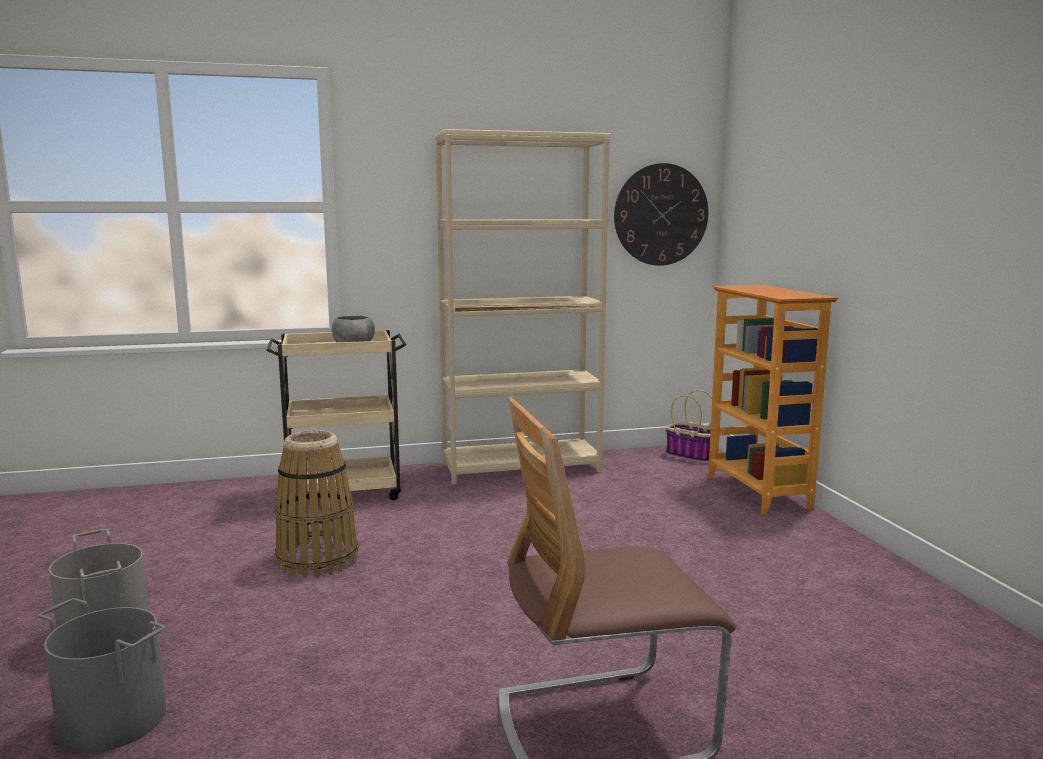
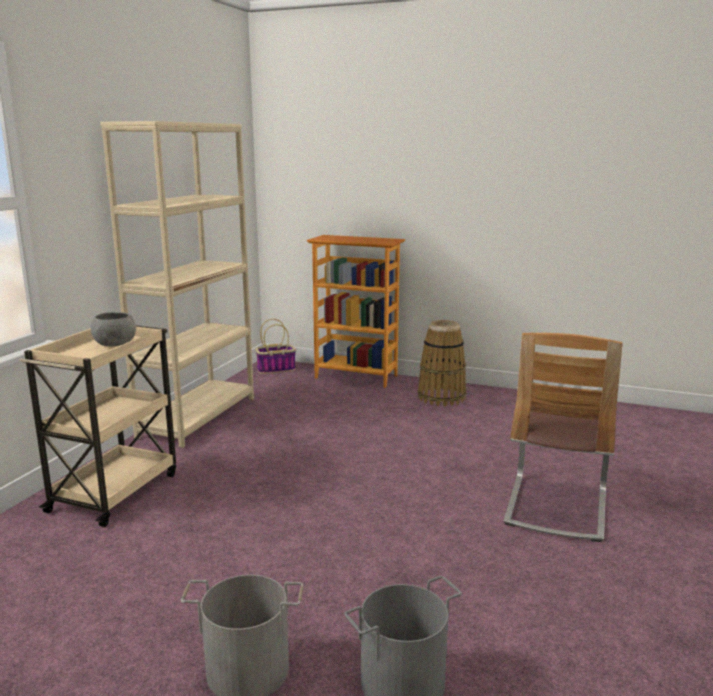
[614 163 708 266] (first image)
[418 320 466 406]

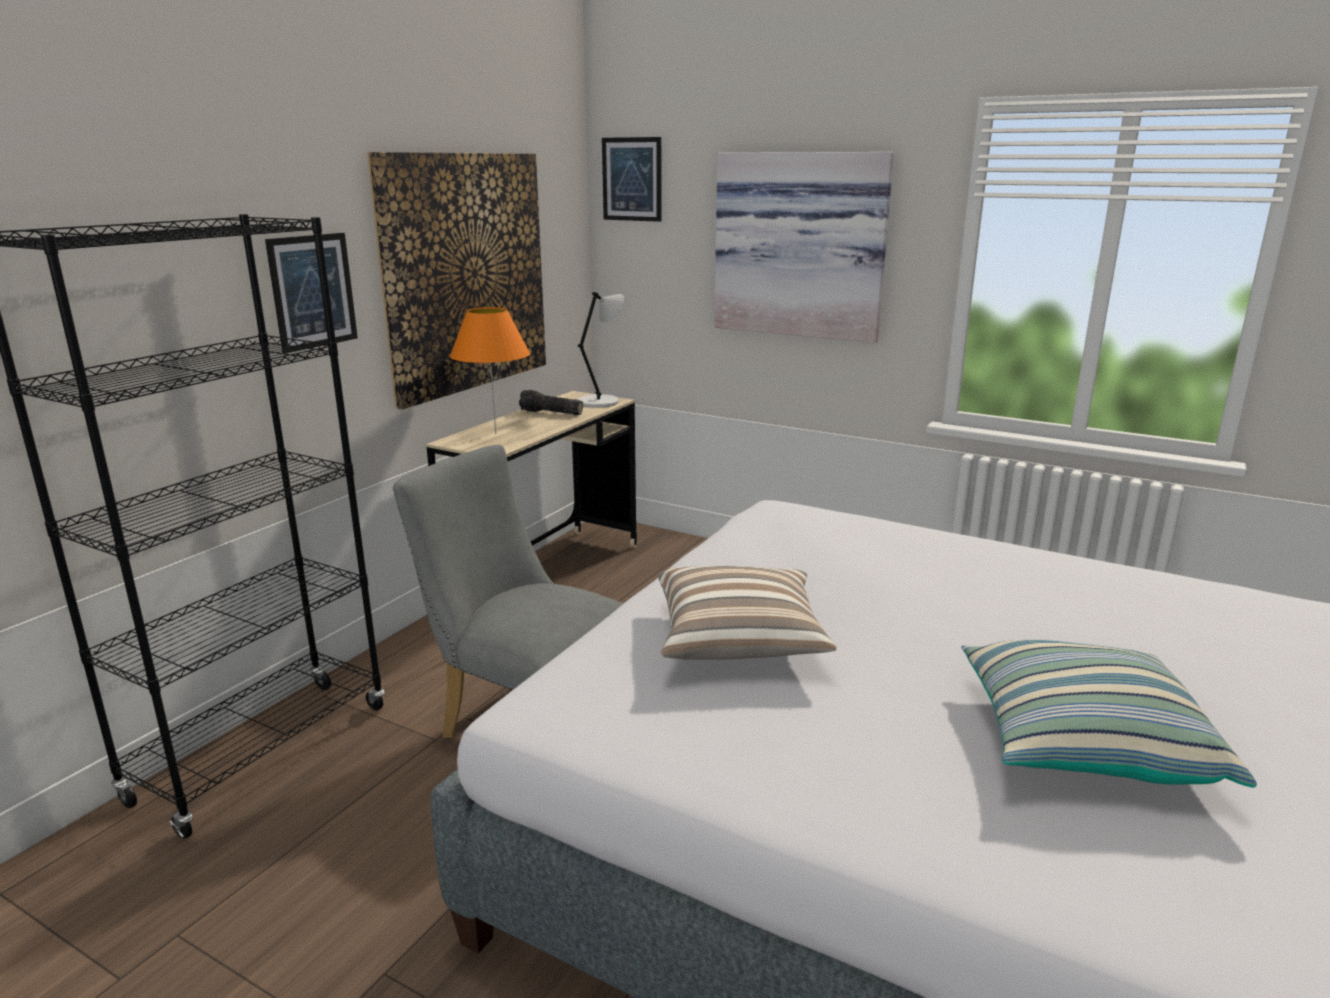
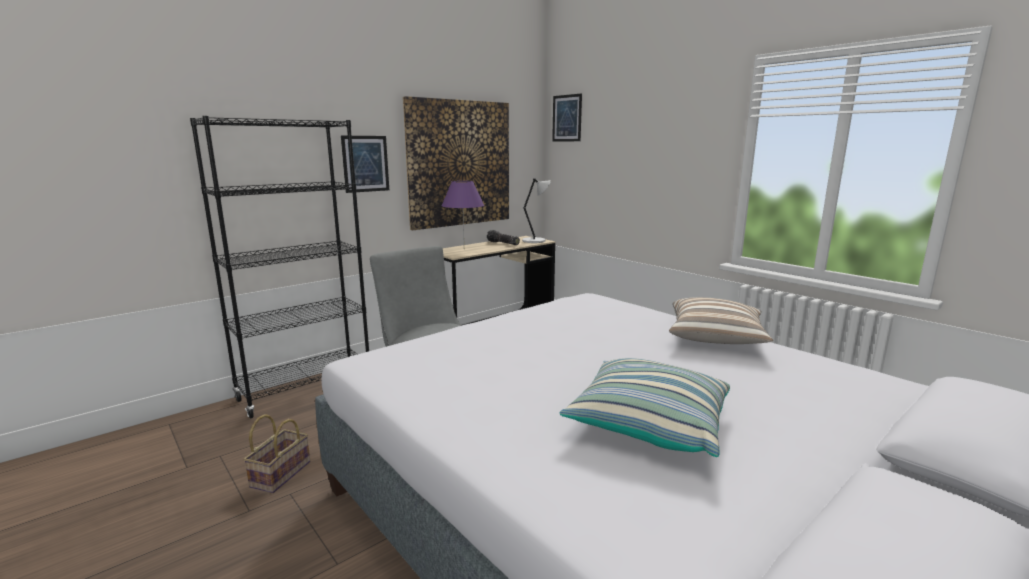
[714 152 894 343] (first image)
[243 414 310 493]
[669 297 773 344]
[442 181 484 235]

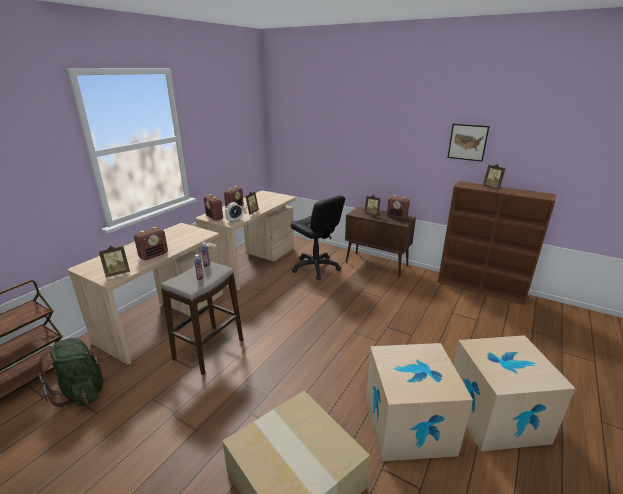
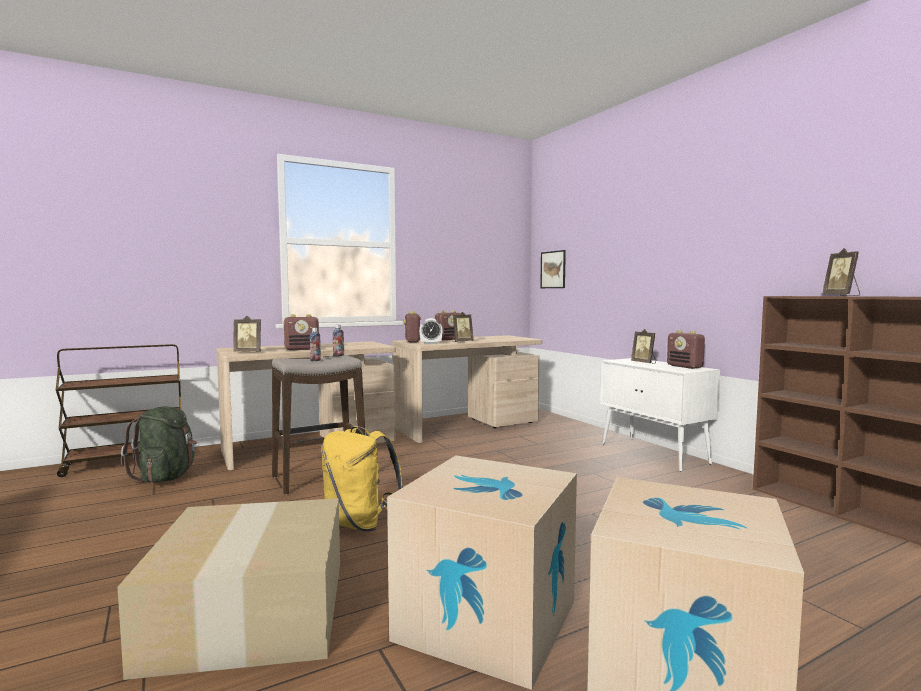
[291 195 345 280] (first image)
[321 426 404 532]
[540 250 566 288]
[600 358 720 472]

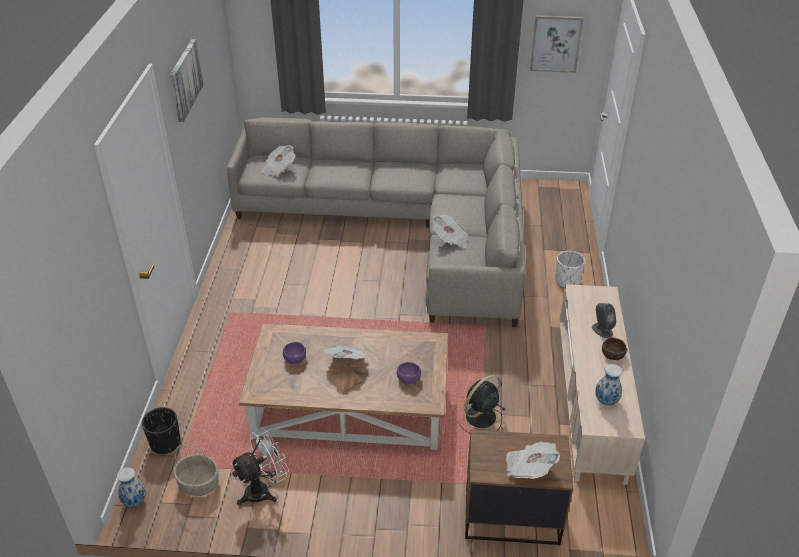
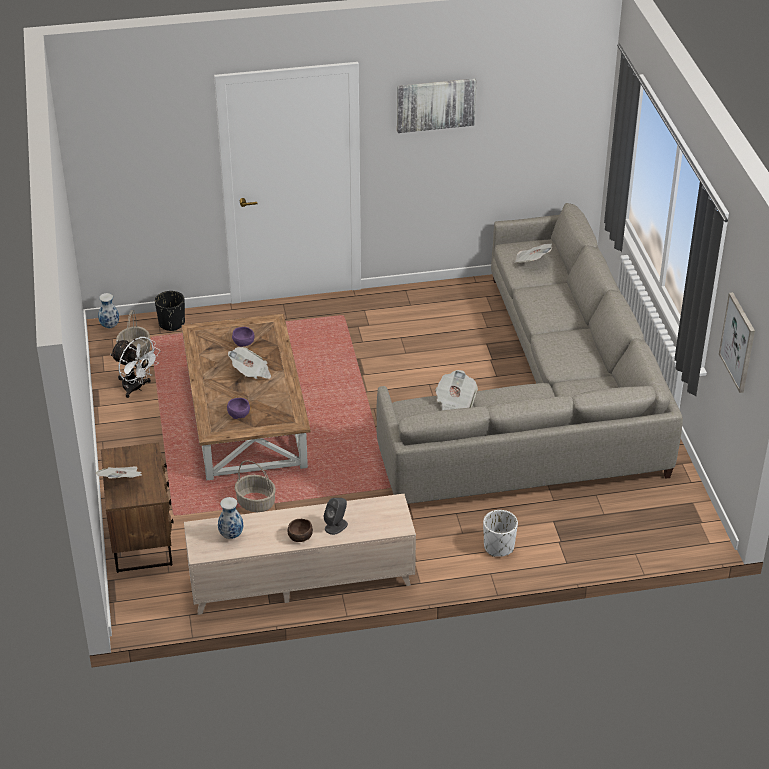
[235 460 276 512]

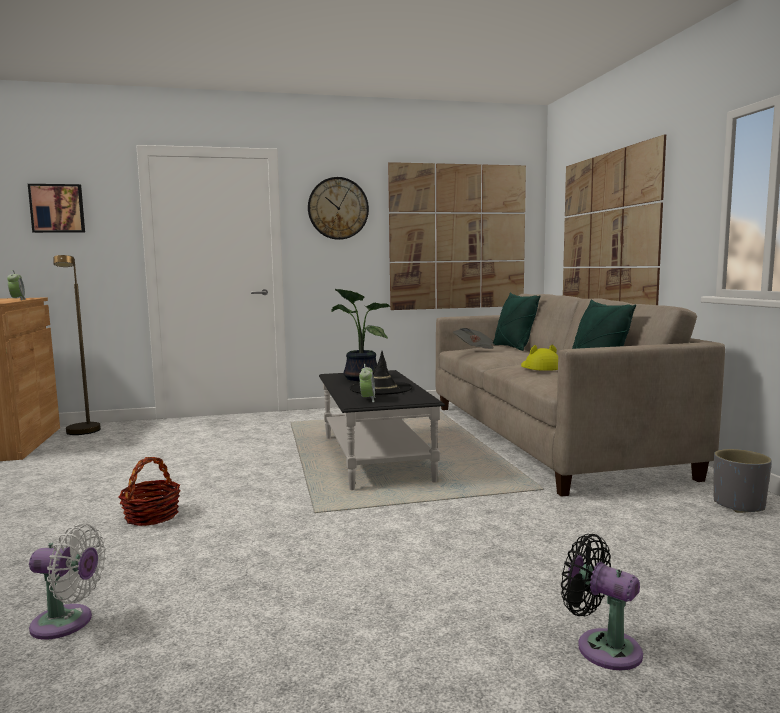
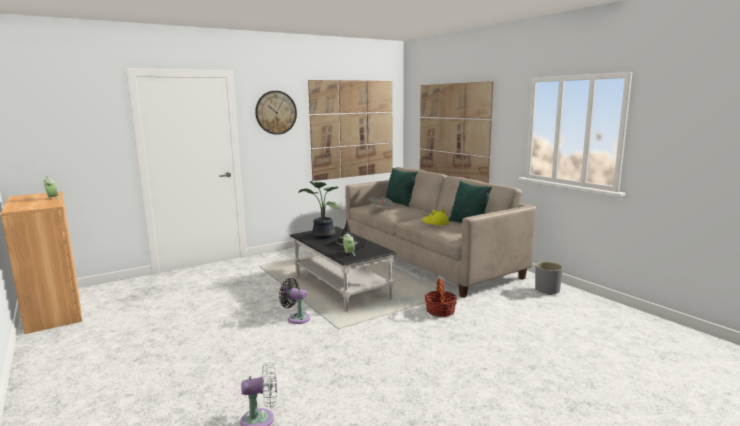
[28 184 85 233] (first image)
[53 255 101 435] (first image)
[425 278 458 317]
[279 278 310 324]

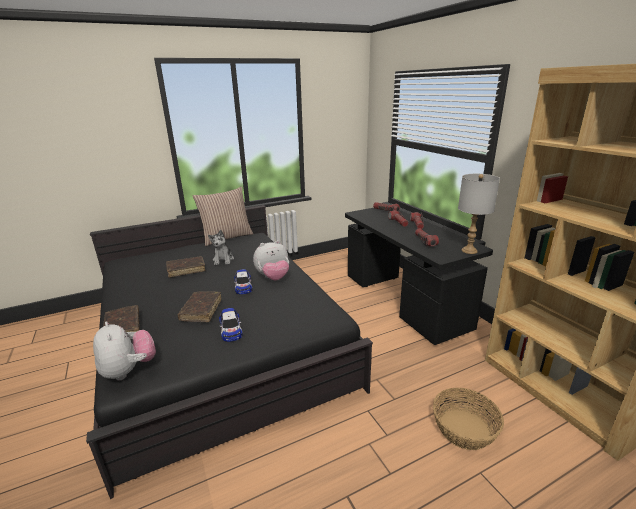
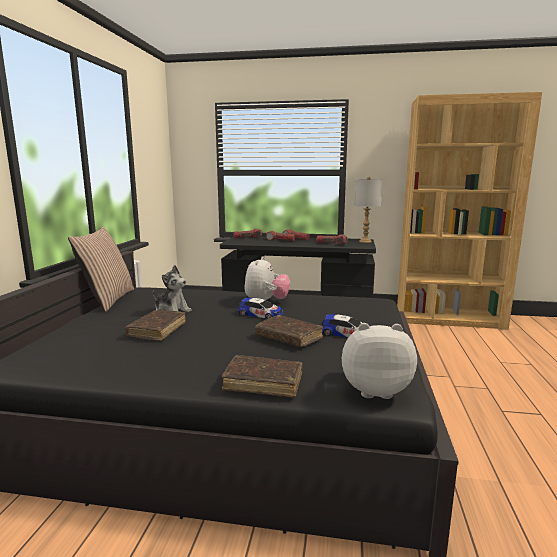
[433 388 504 450] (first image)

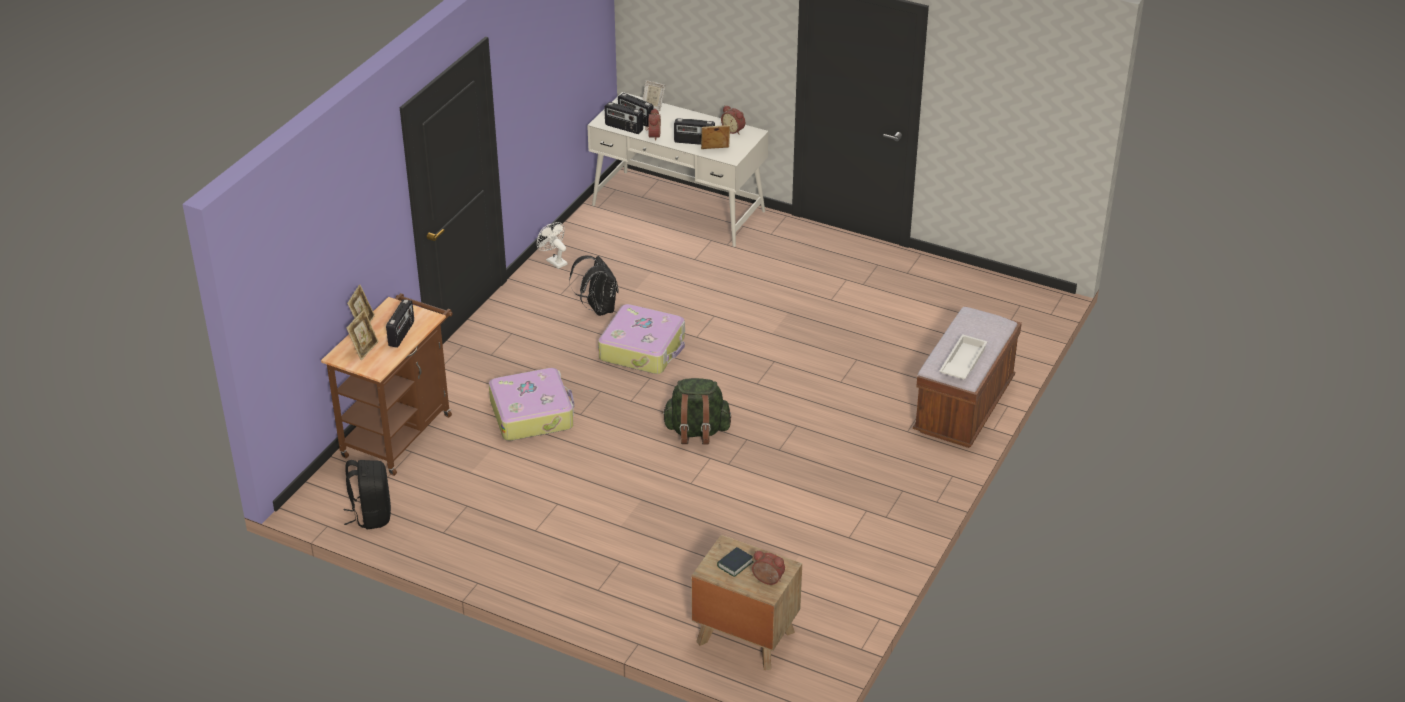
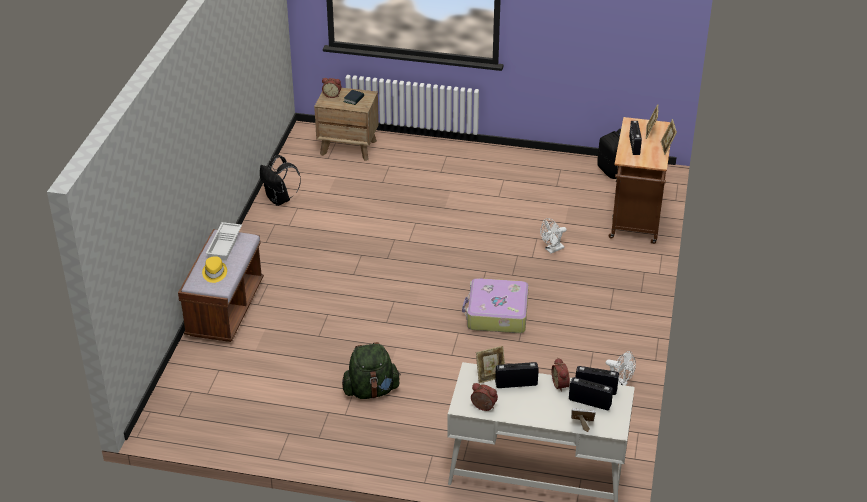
[202 256 227 283]
[260 155 301 206]
[342 342 401 399]
[540 218 567 254]

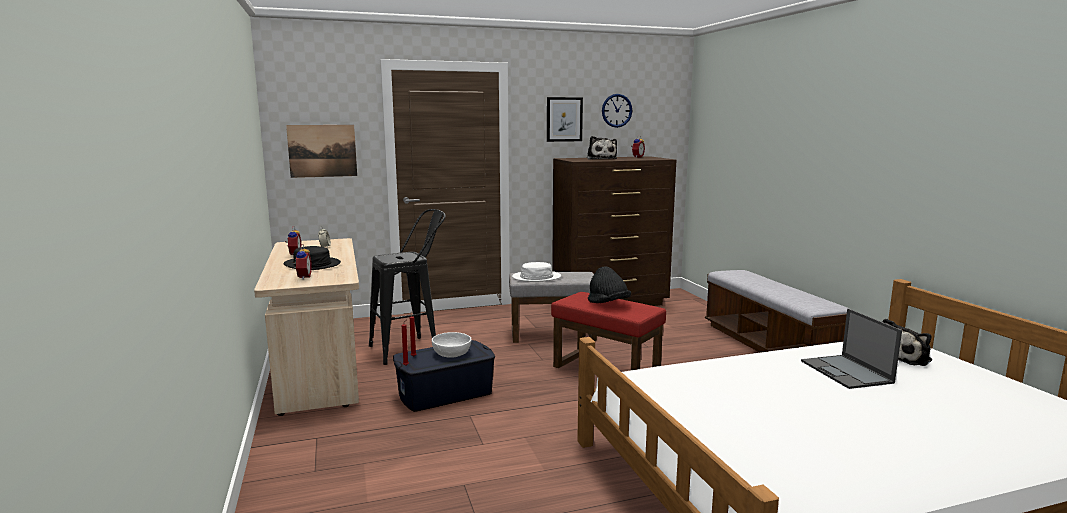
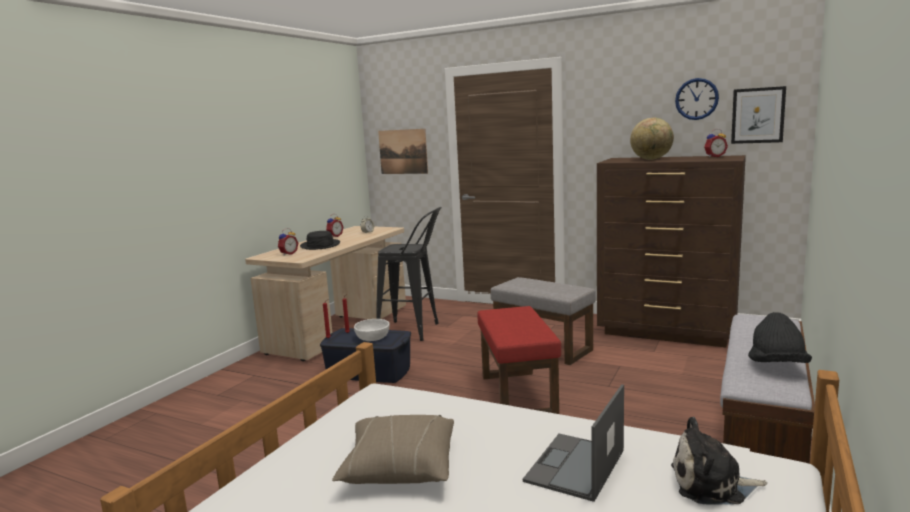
[512 262 561 282] (first image)
[332 415 454 484]
[731 86 786 144]
[748 312 812 363]
[630 117 674 160]

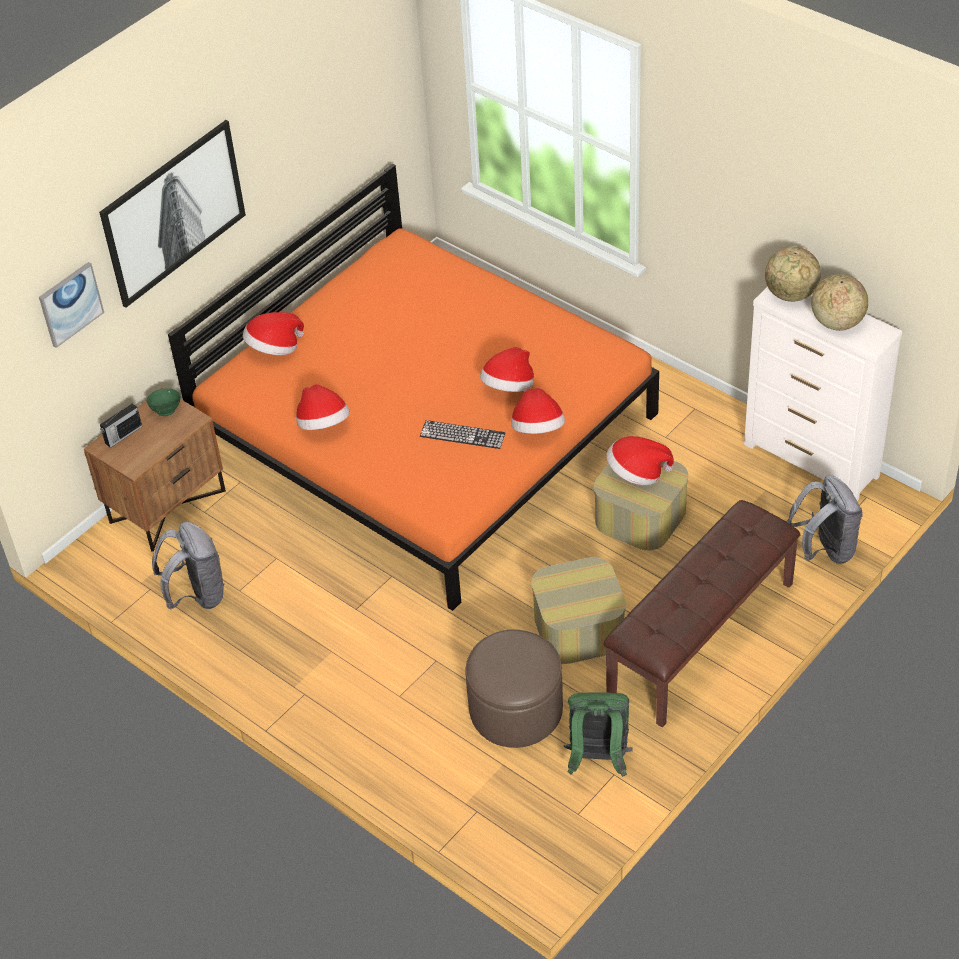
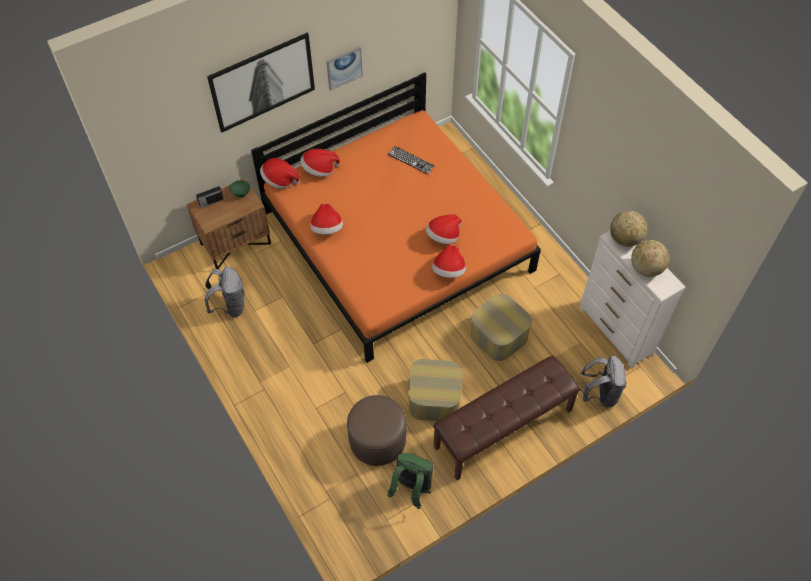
[327 47 363 91]
[388 146 435 174]
[260 158 300 189]

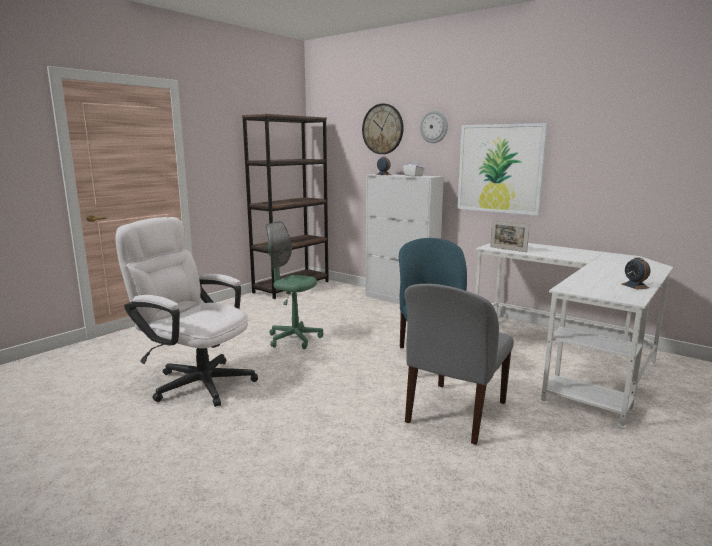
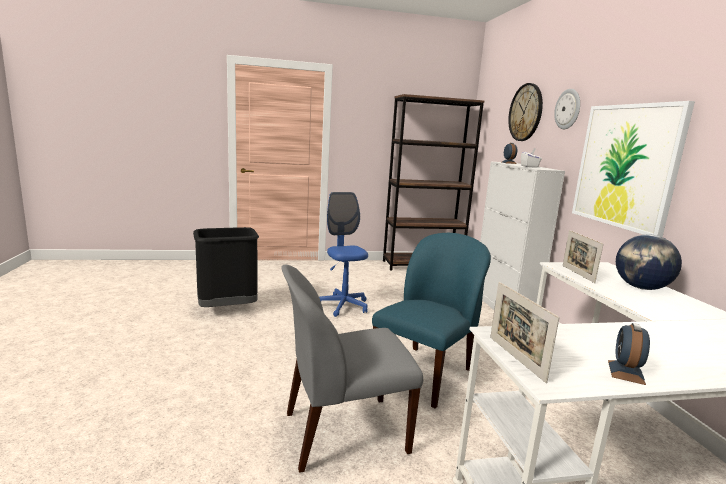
[490 282 560 383]
[616 234 682 290]
[193 227 259 307]
[319 192 368 317]

